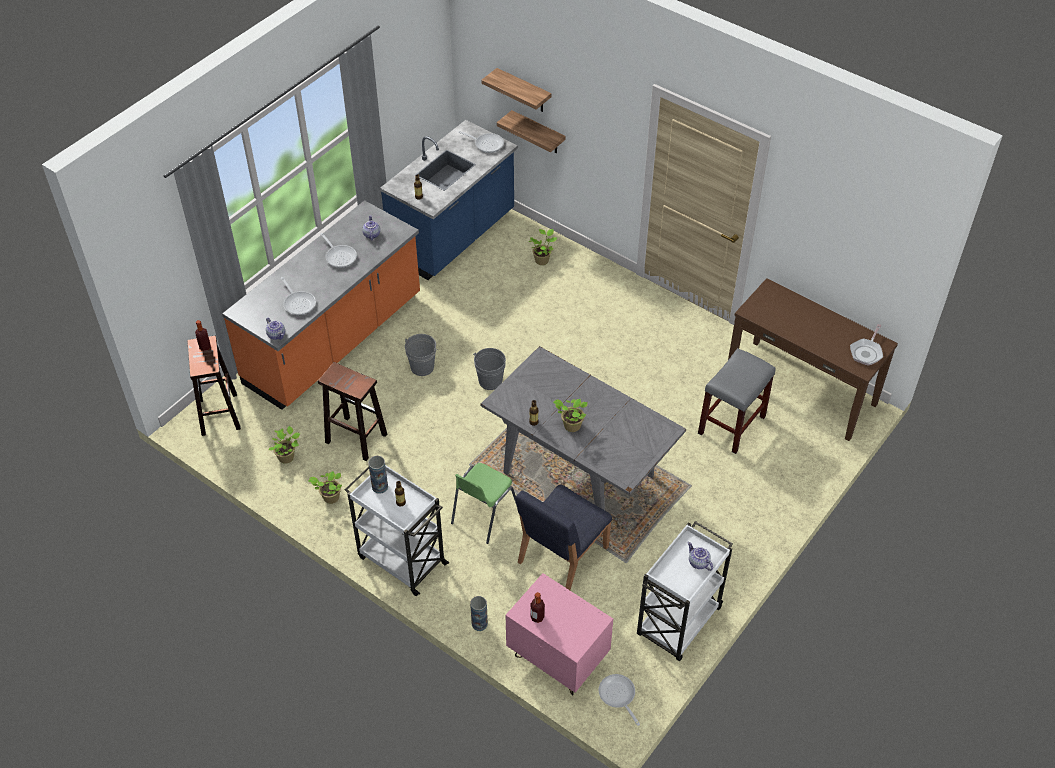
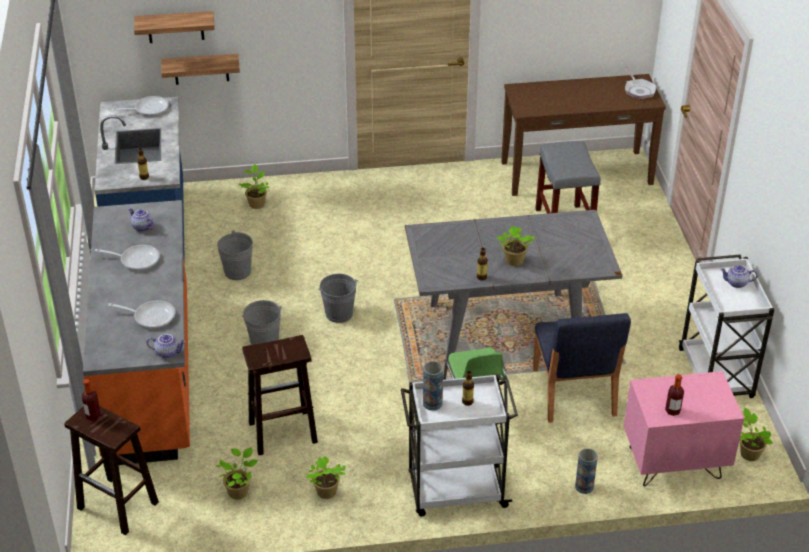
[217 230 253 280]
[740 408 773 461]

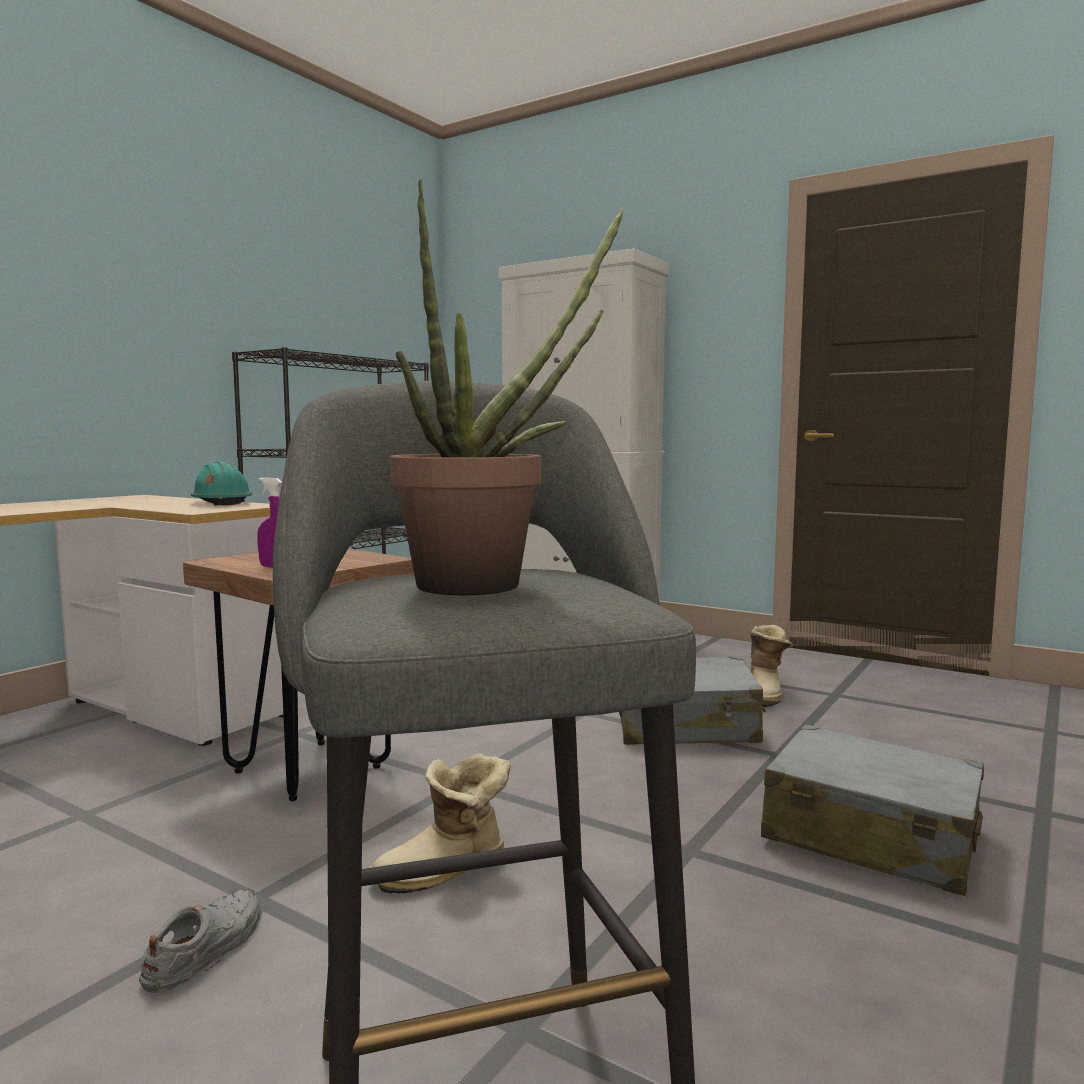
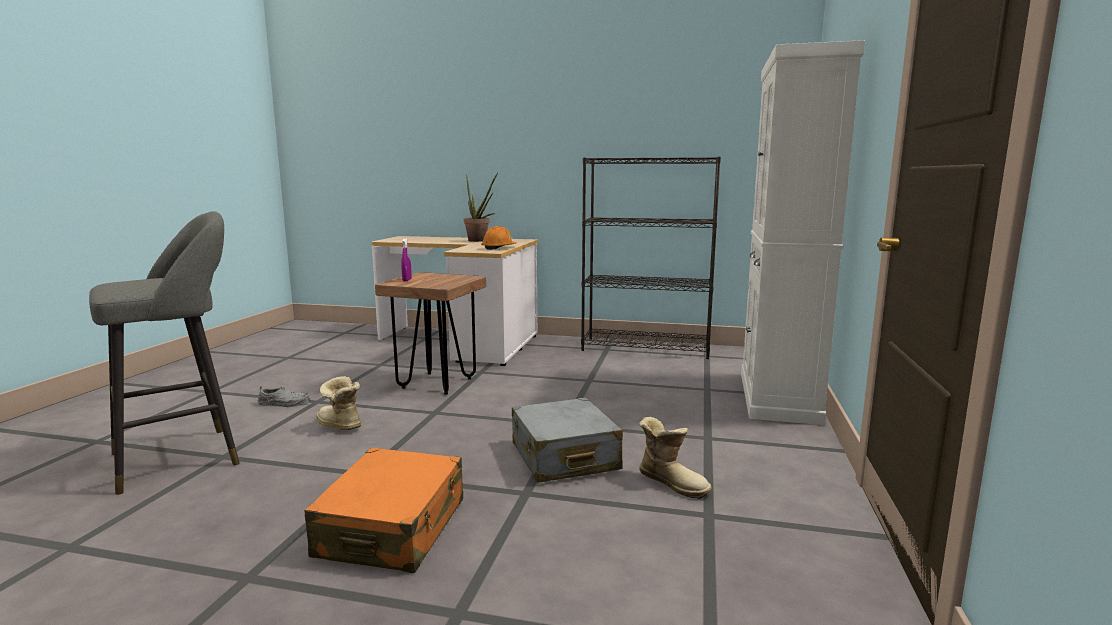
[464 173 498 242]
[481 226 516 250]
[305 448 463 573]
[638 417 712 499]

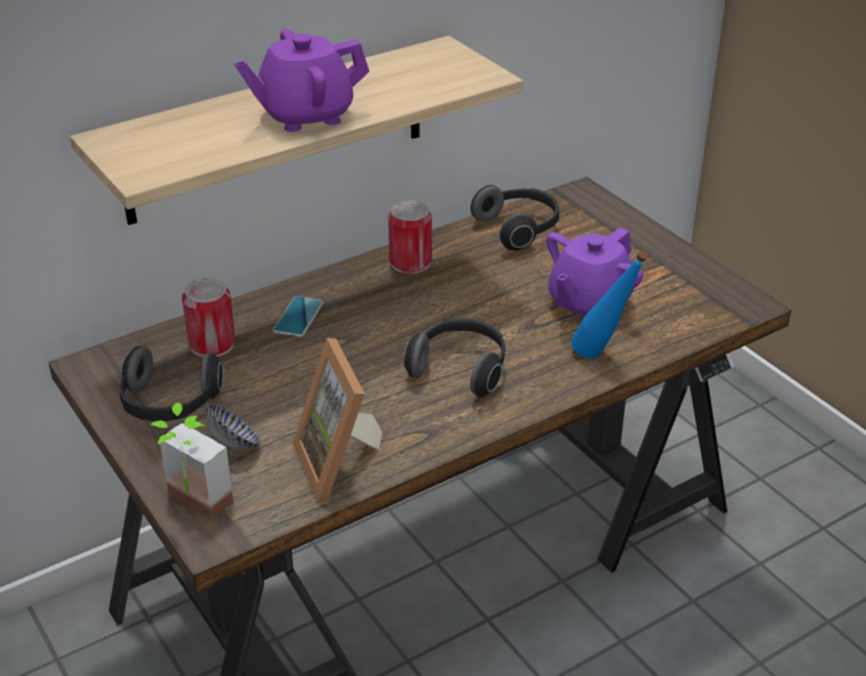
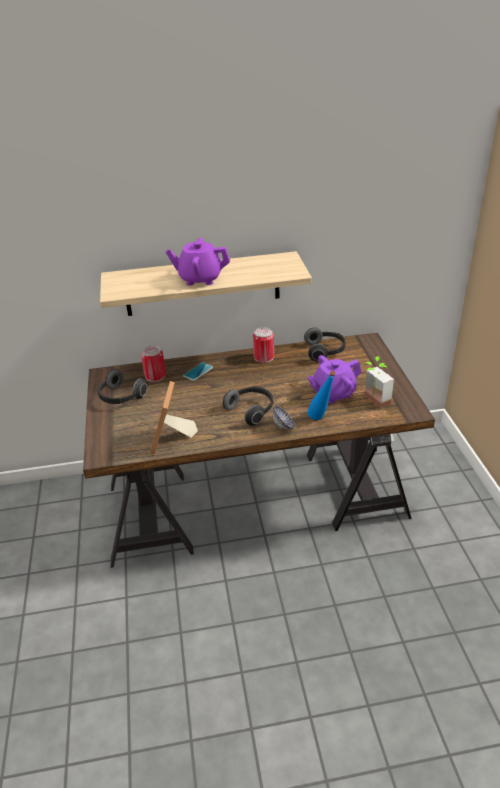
[365 356 394 408]
[273 405 295 430]

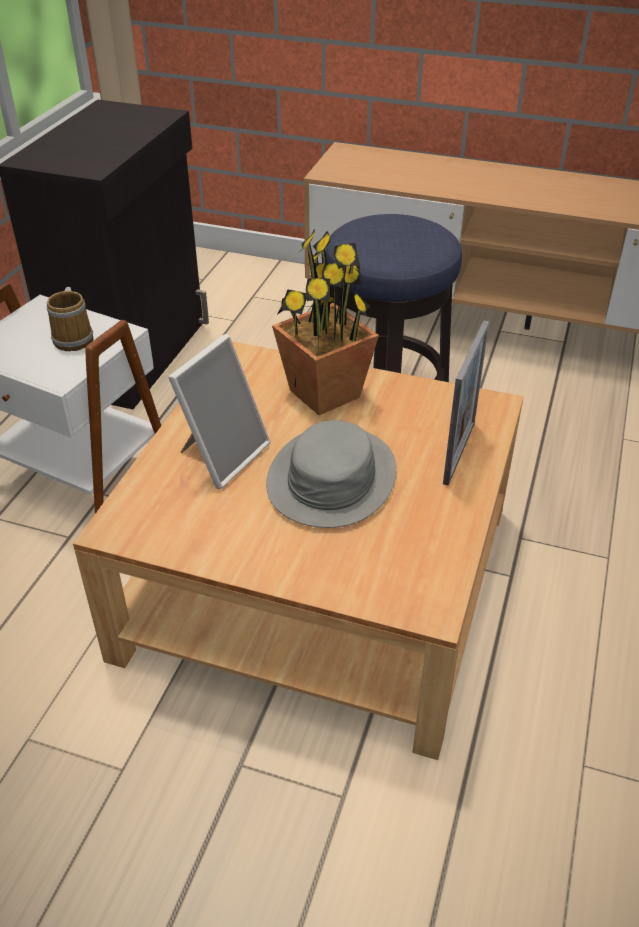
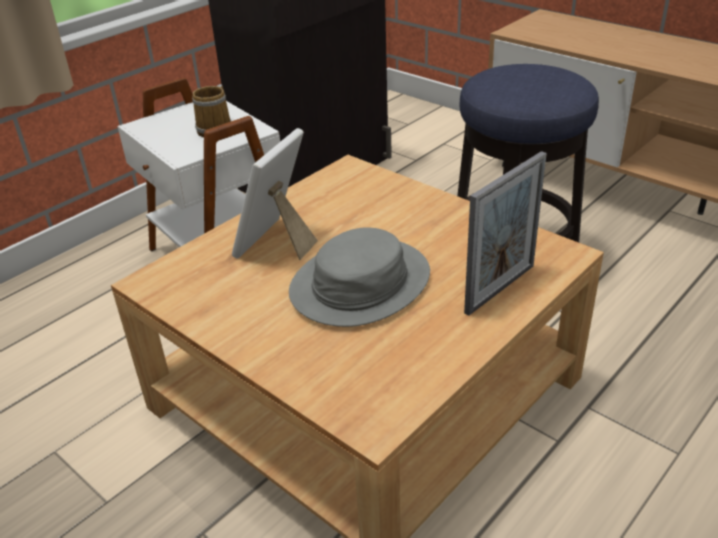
[272 229 379 415] (first image)
[232 128 318 260]

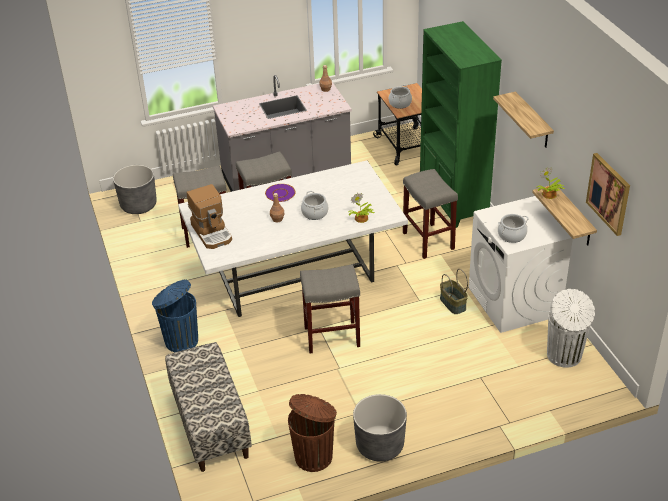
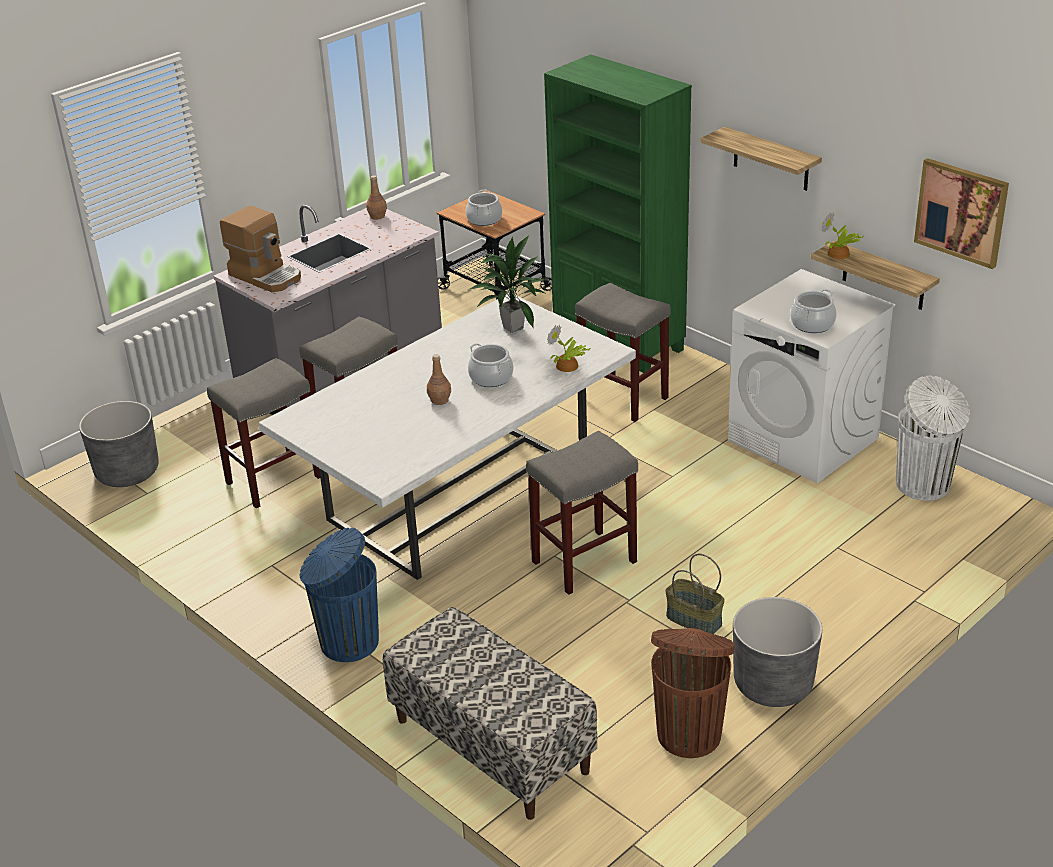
[265 184 295 202] (first image)
[470 234 547 333]
[220 206 301 292]
[665 554 725 634]

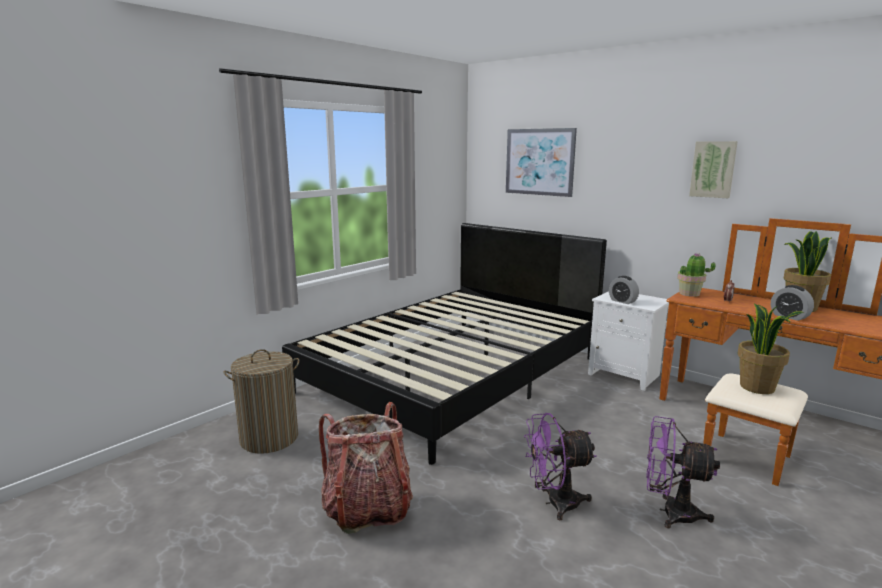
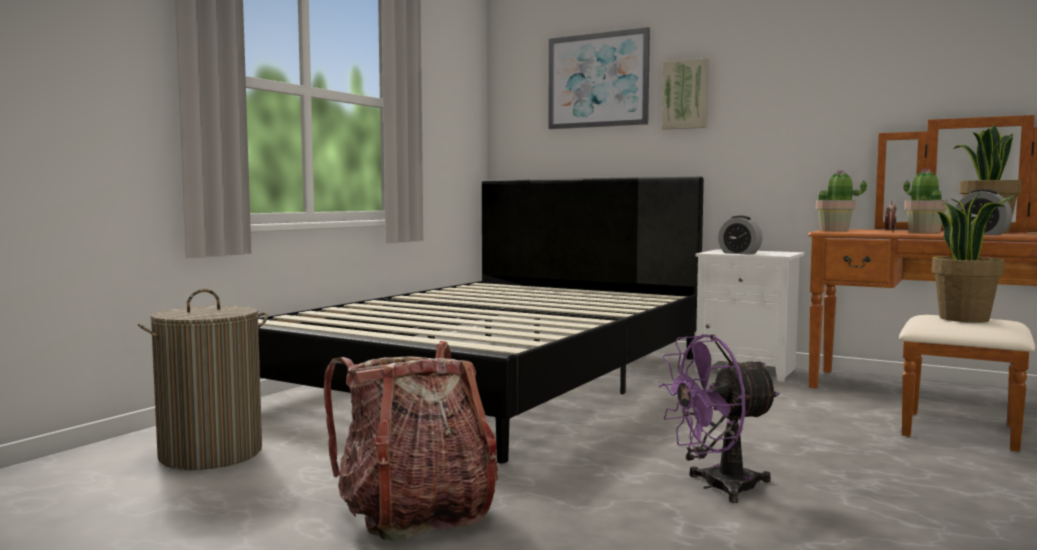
[646 416 720 528] (first image)
[904 168 948 233]
[662 58 709 130]

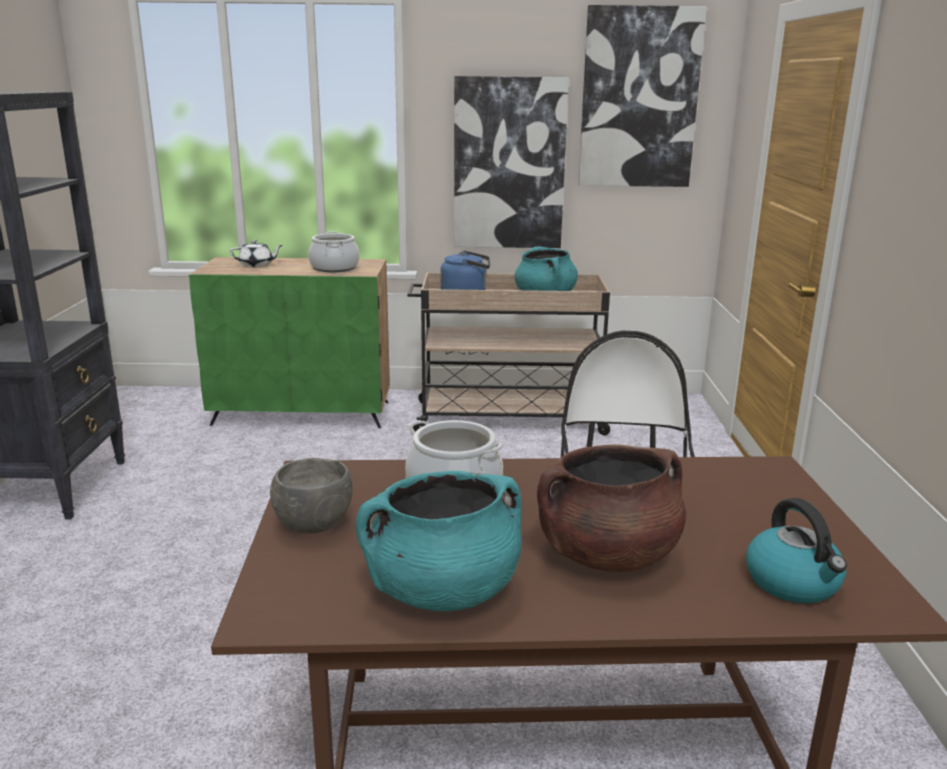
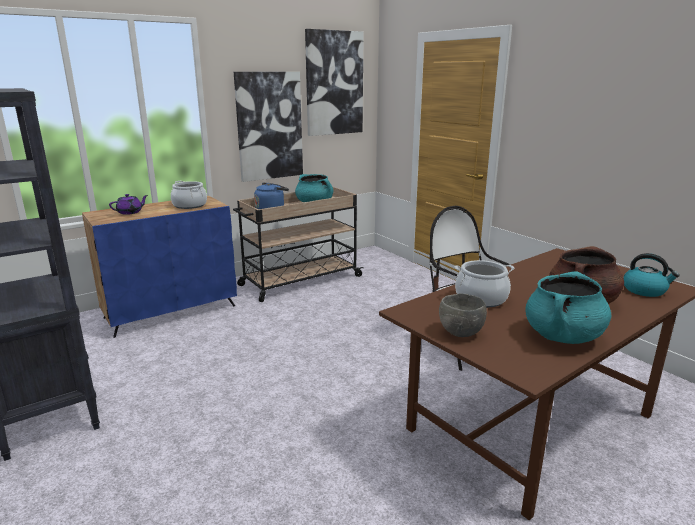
[82 196 237 338]
[109 194 148 215]

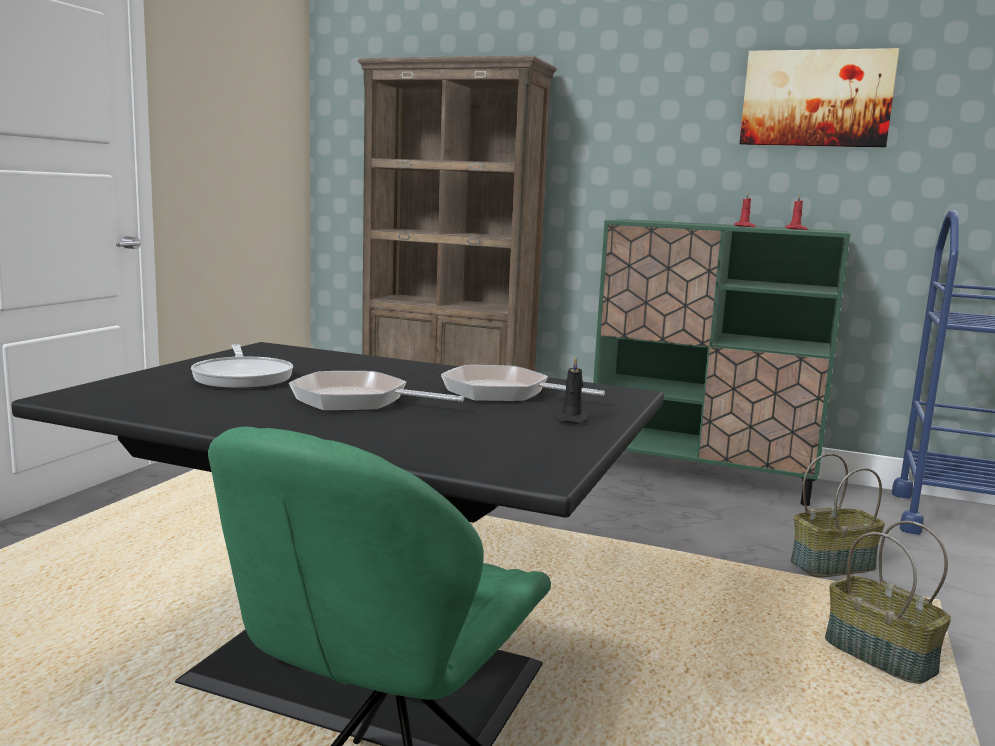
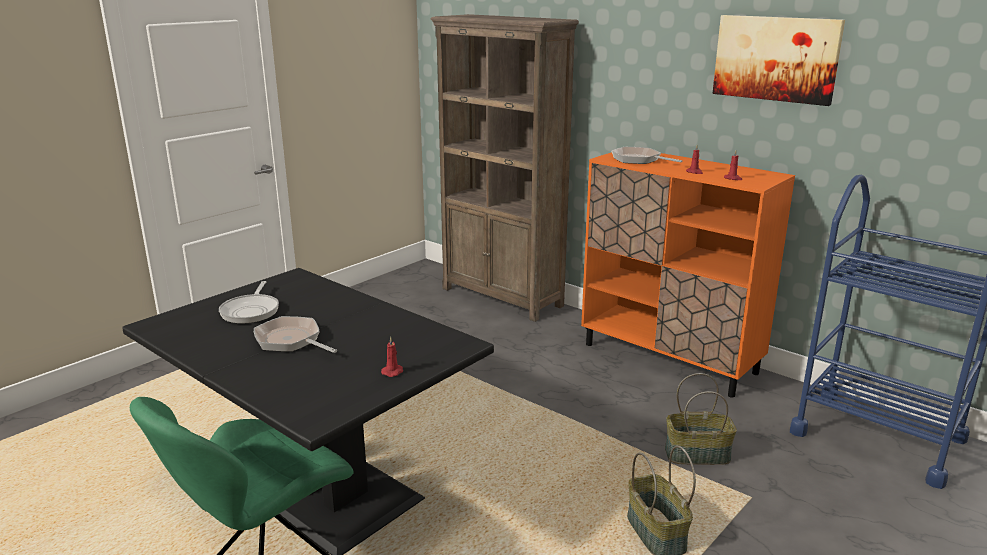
[611 147 682 164]
[381 337 403 377]
[581 152 795 398]

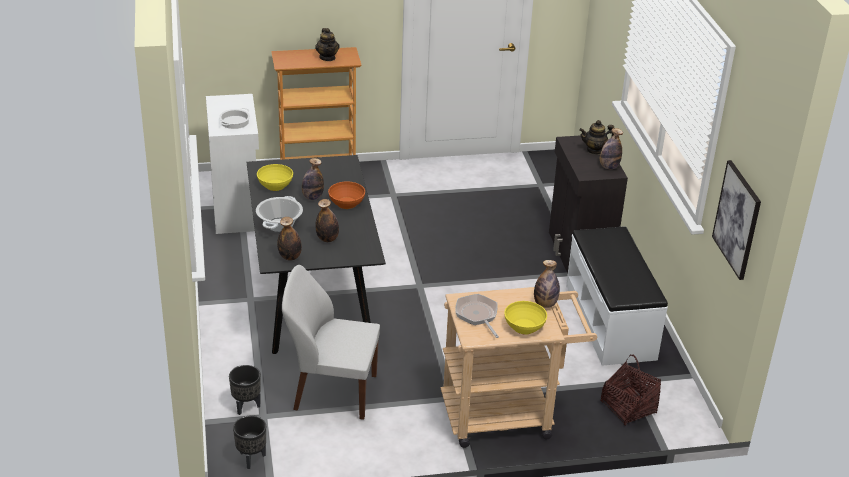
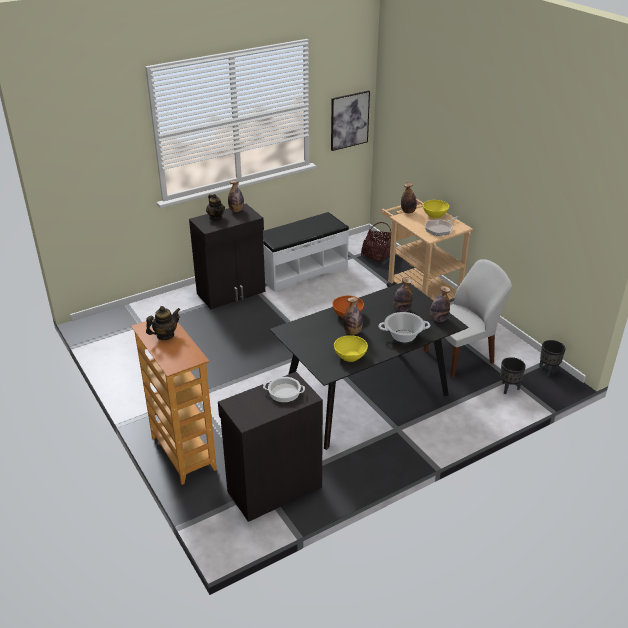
[218 372 323 522]
[424 259 512 378]

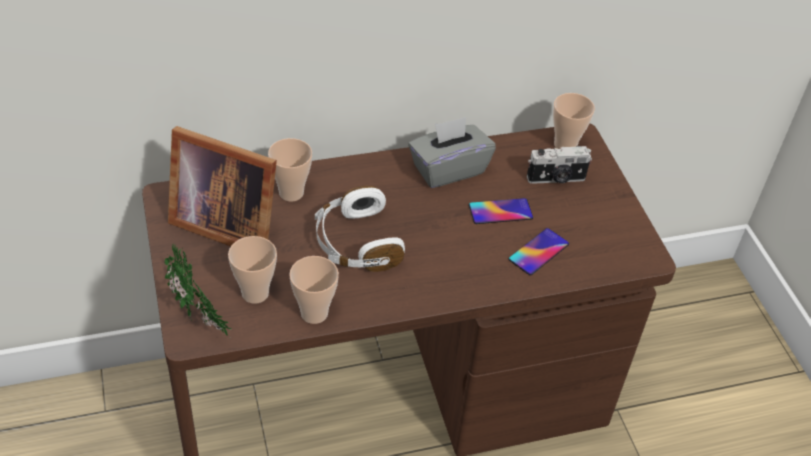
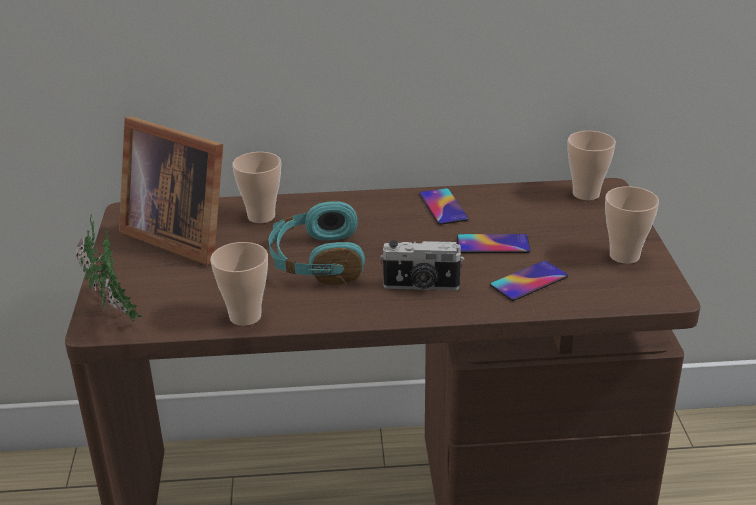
[605 186 659 264]
[380 240 464 290]
[419 188 469 225]
[269 200 365 285]

